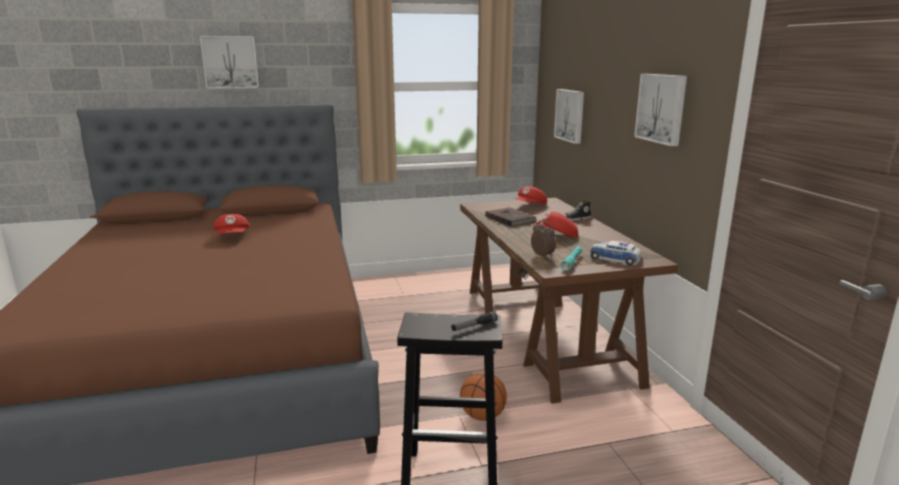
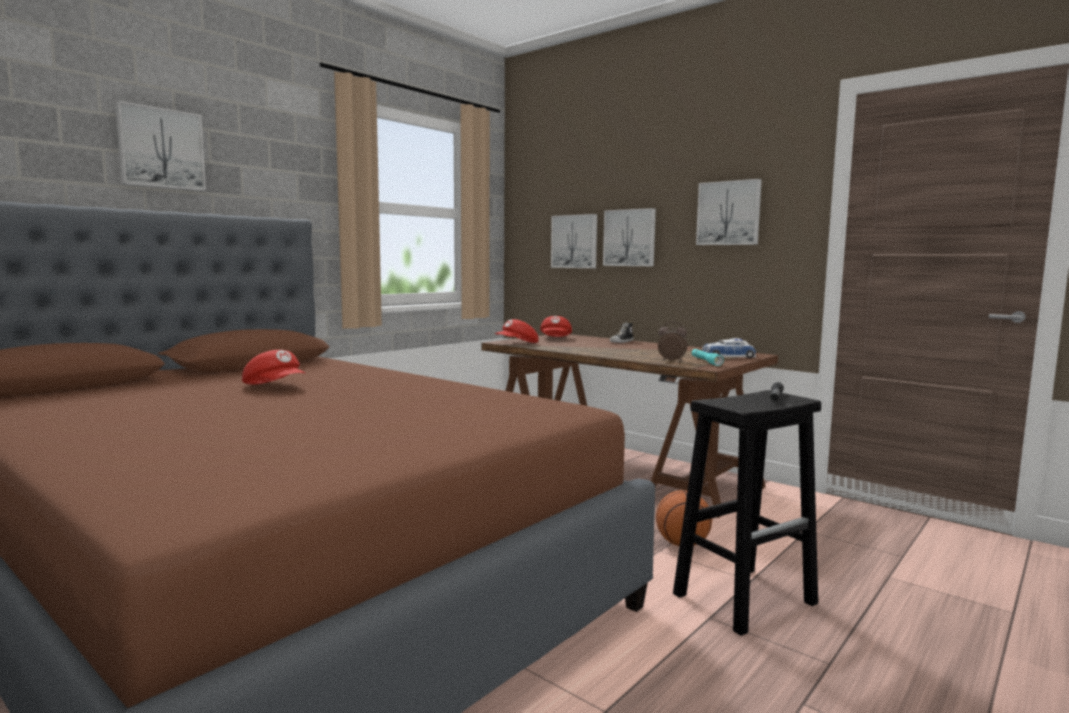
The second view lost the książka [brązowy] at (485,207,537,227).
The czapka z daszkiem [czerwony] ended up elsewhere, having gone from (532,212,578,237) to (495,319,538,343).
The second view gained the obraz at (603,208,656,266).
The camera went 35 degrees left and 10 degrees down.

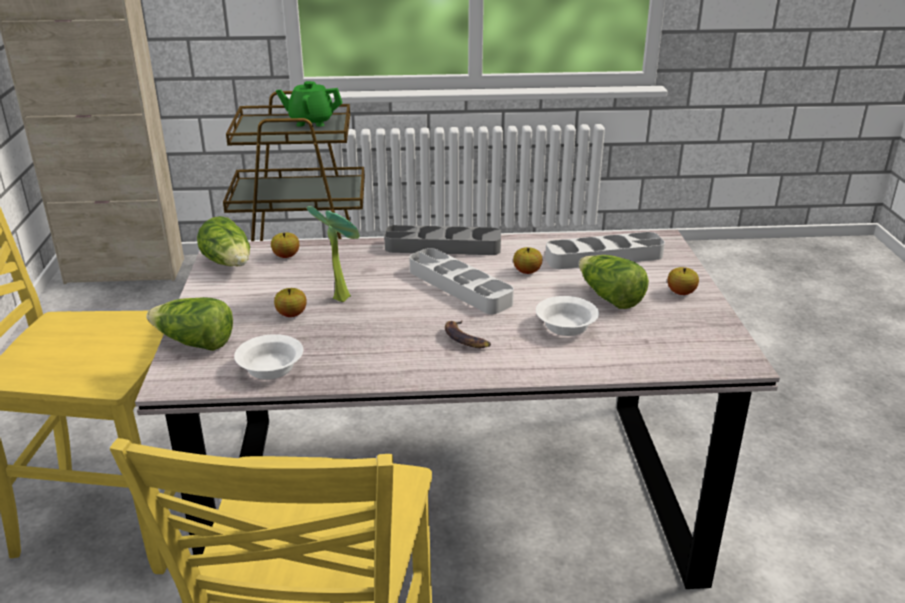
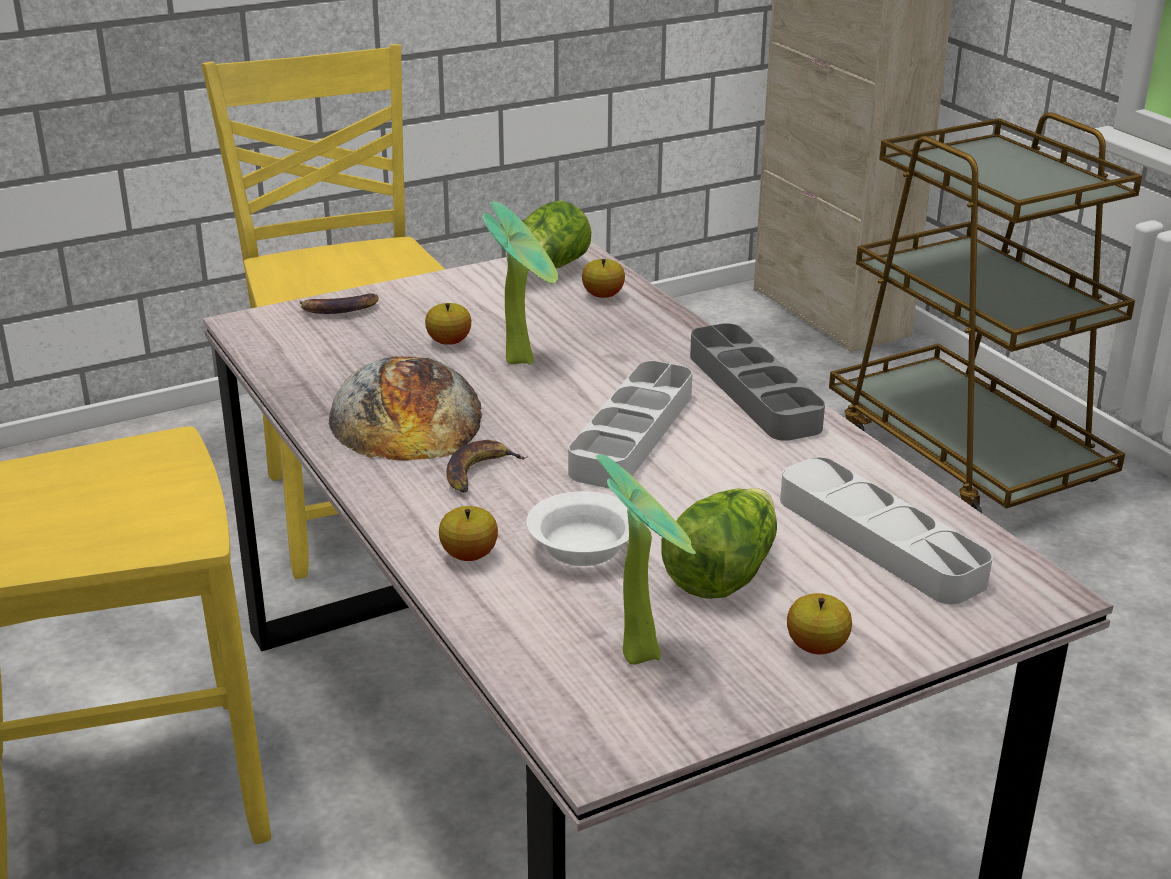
The second view lost the imbryk [zielony] at (276,81,342,127).
The jabłko ended up elsewhere, having gone from (513,247,543,274) to (439,506,498,561).
Where the sałata stood at (146,297,233,351), the banan came to stand at (300,293,379,314).
The second view lost the miska [biały] at (234,334,303,380).
The second view gained the chleb at (328,356,482,461).
The second view gained the roślina doniczkowa at (596,454,696,665).
The camera went 65 degrees right and 0 degrees up.

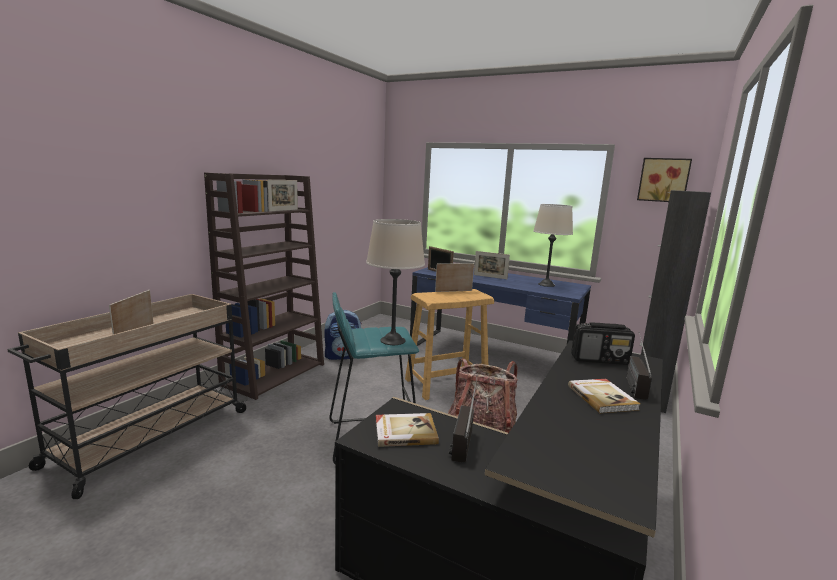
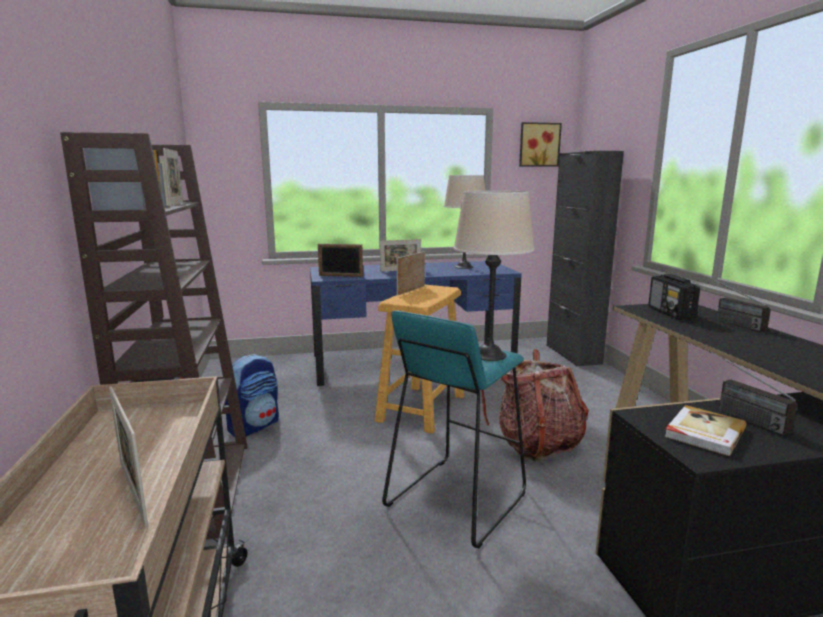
The radio at (571,322,635,365) ended up facing another way, 120 degrees clockwise from before.
The second view lost the książka at (568,379,640,413).
The camera went 40 degrees left and 0 degrees up.

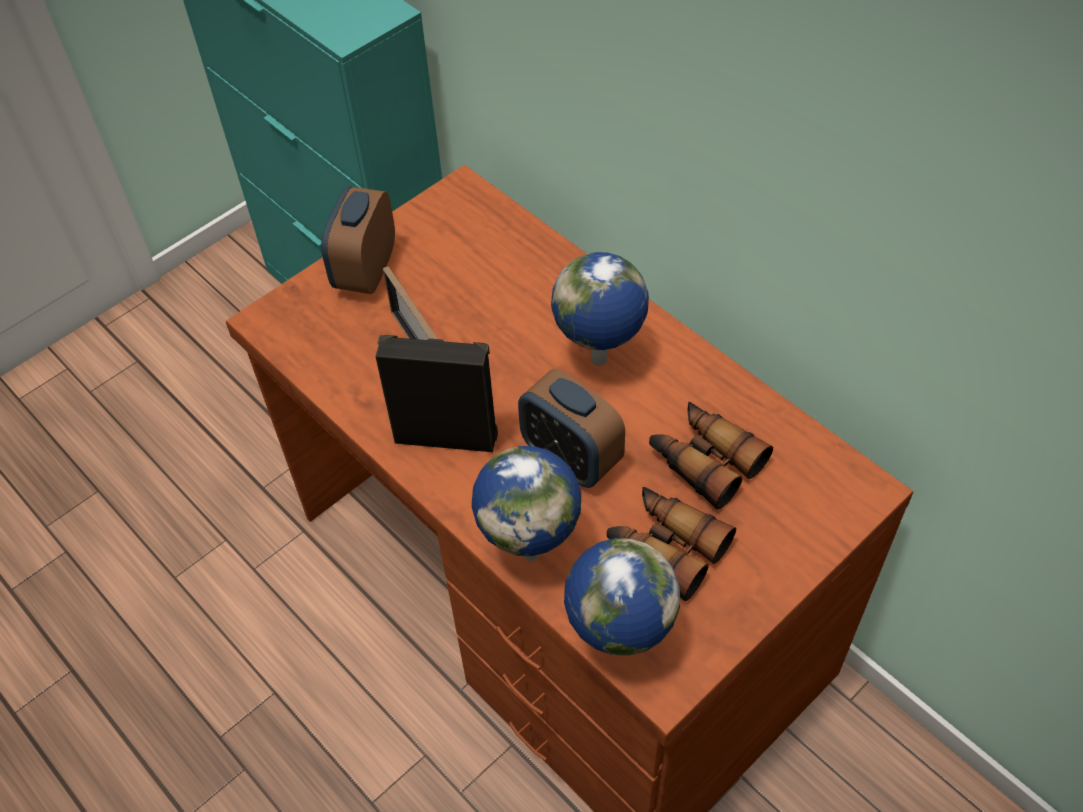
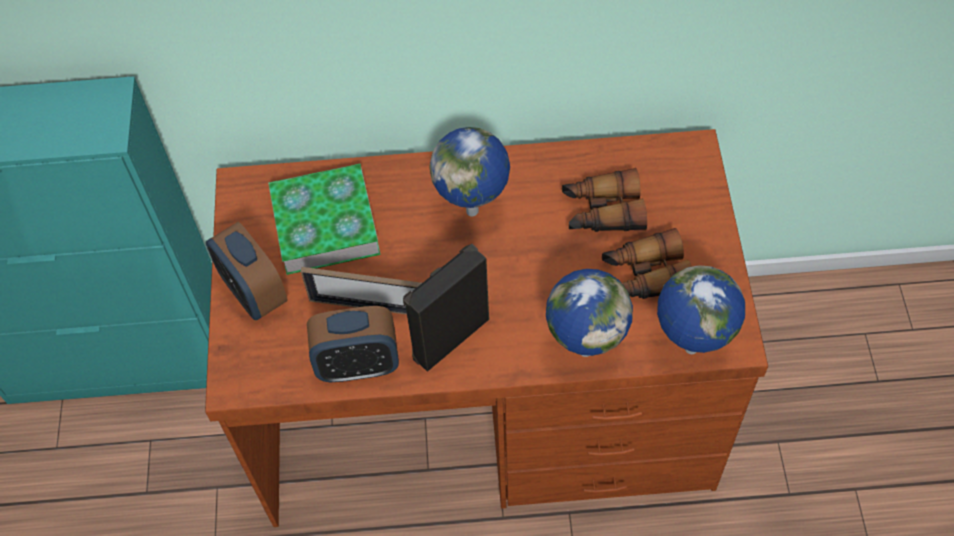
The budzik ended up elsewhere, having gone from (518,369,625,488) to (307,306,399,382).
The second view gained the książka at (268,164,381,275).
The camera went 50 degrees left and 5 degrees up.

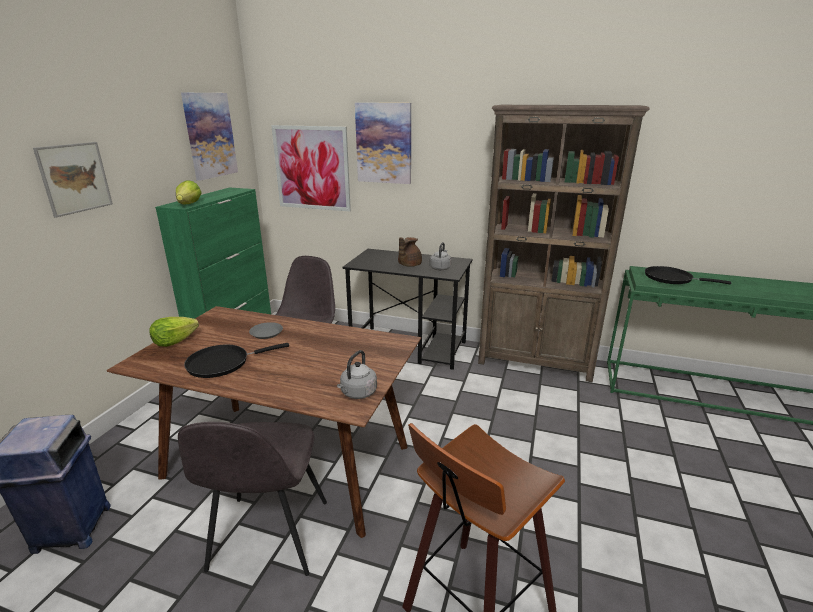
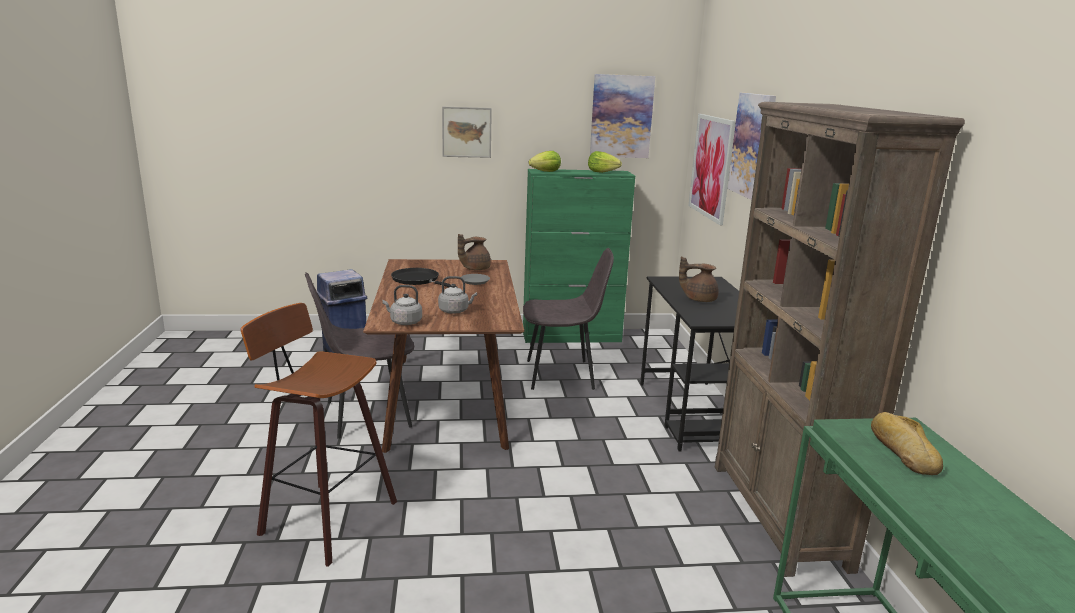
The czajnik [szary] ended up elsewhere, having gone from (430,242,451,270) to (438,276,477,314).
Where the patelnia [czarny] stood at (645,266,731,285), the chleb came to stand at (871,412,943,475).
The sałata ended up elsewhere, having gone from (149,317,199,347) to (588,151,622,173).
The second view gained the imbryk [brązowy] at (458,234,491,270).
The camera went 65 degrees right and 5 degrees down.

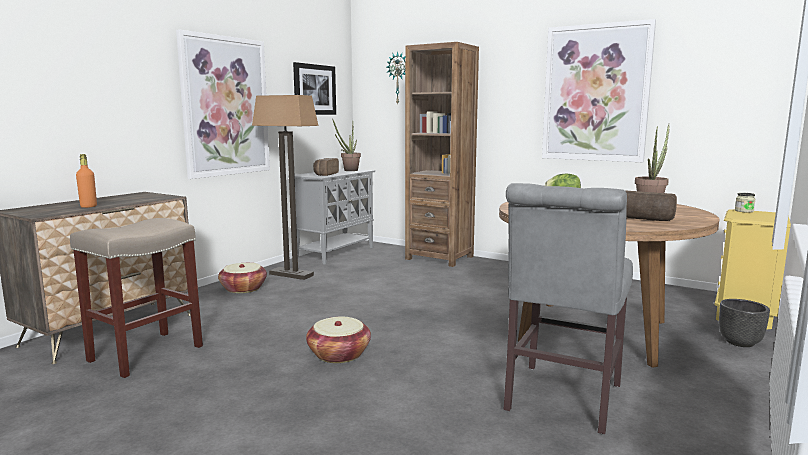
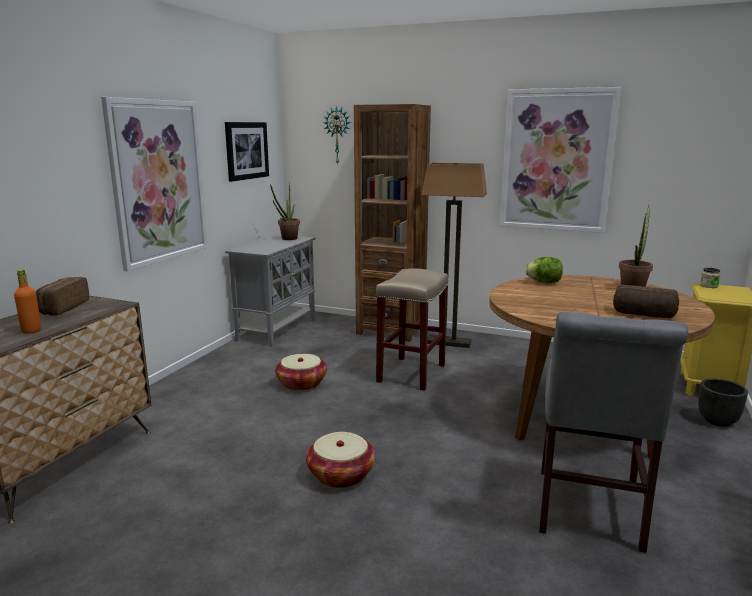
The lampa stojąca ended up elsewhere, having gone from (252,95,319,280) to (422,163,487,348).
The chleb ended up elsewhere, having gone from (313,158,339,176) to (36,277,89,316).
The stołek [beżowy] ended up elsewhere, having gone from (70,218,203,378) to (376,268,448,391).
The koszyk ended up elsewhere, having gone from (218,263,267,293) to (275,354,327,391).
The camera went 10 degrees left and 5 degrees up.

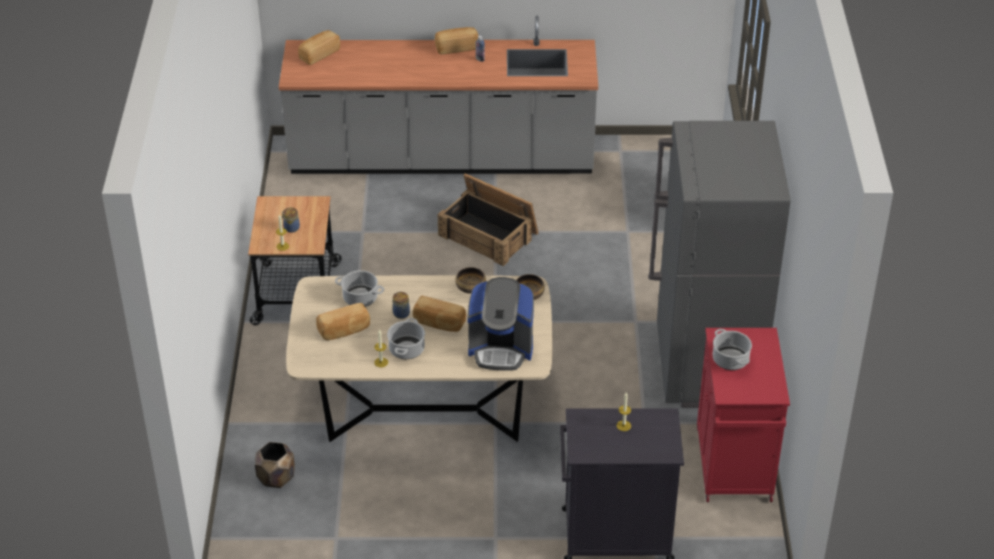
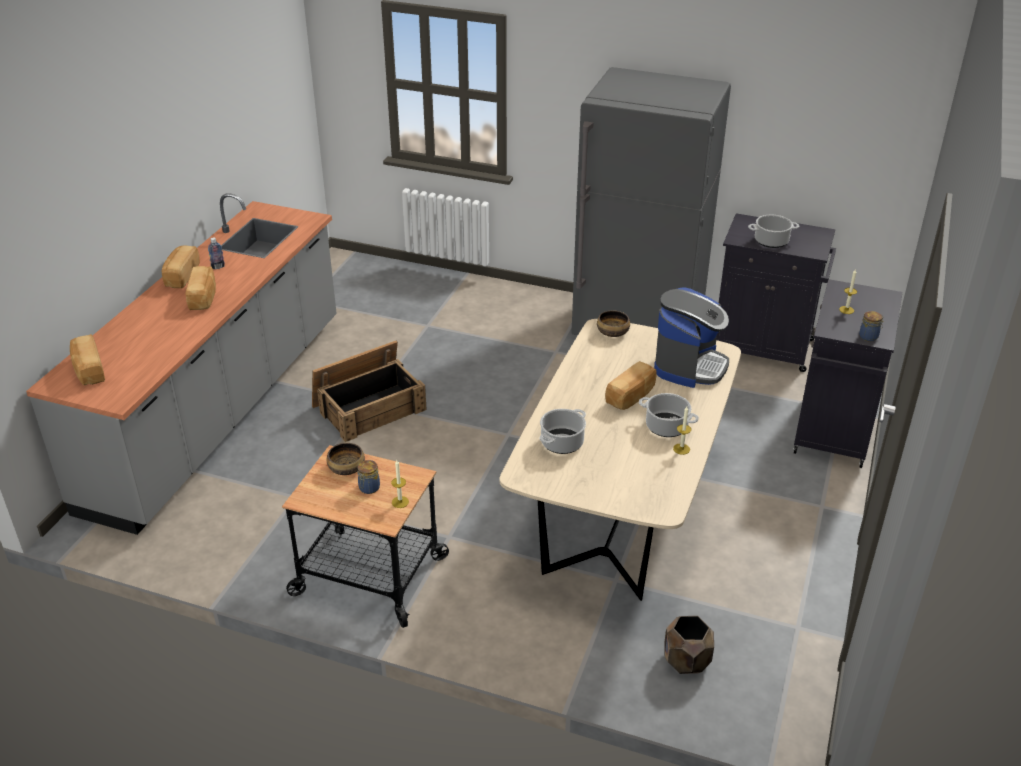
The miska ended up elsewhere, having gone from (455,267,486,294) to (327,443,365,475).
The słoik ended up elsewhere, having gone from (393,292,410,319) to (859,311,884,342).
The chleb ended up elsewhere, having gone from (316,303,370,340) to (185,266,216,310).
What was the szafka [czerwony] at (697,328,790,502) turned into the szafka [czarny] at (716,214,836,372).
The camera went 70 degrees left and 5 degrees down.

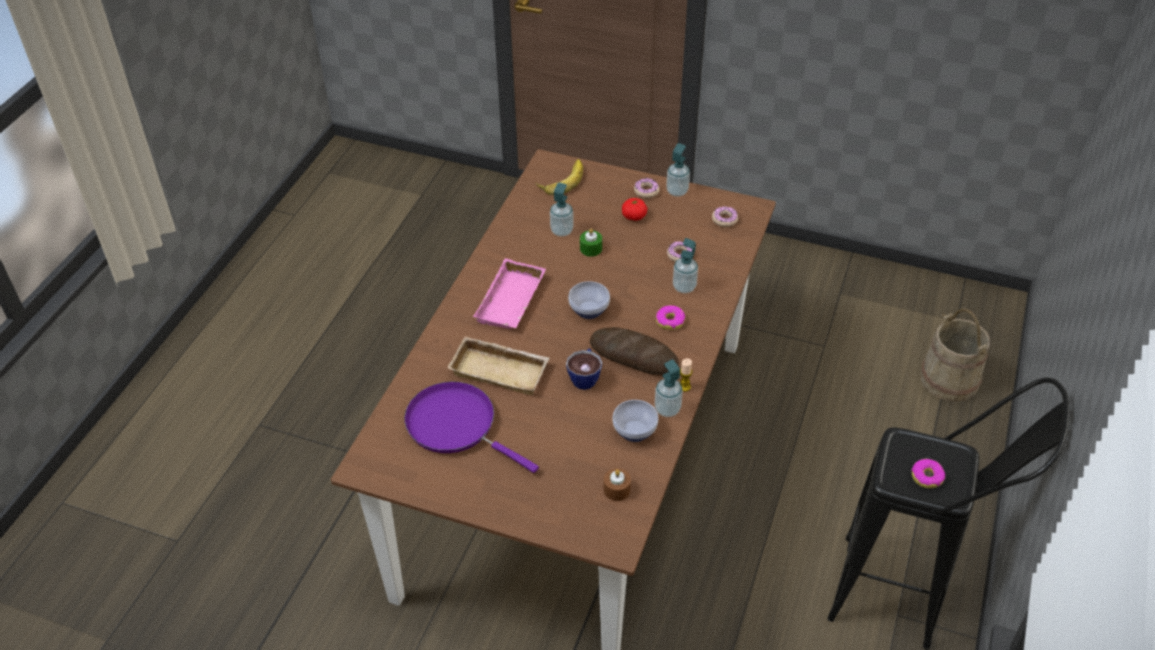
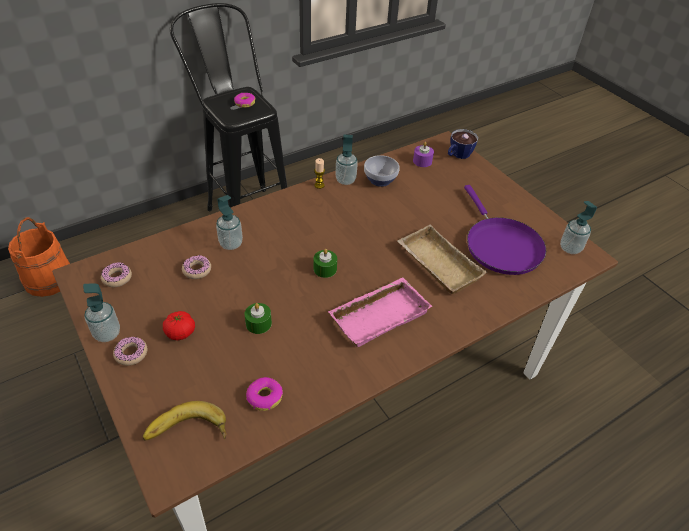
The dozownik mydła ended up elsewhere, having gone from (550,183,574,237) to (560,201,597,254).
Where the miska stood at (568,281,610,319), the świeca [zielony] came to stand at (313,249,337,278).
The donut ended up elsewhere, having gone from (656,305,685,330) to (246,377,283,411).
What was the wiadro [beżowy] at (920,308,990,402) turned into the wiadro [pomarańczowy] at (8,217,70,297).
The second view lost the chleb at (590,327,679,375).
The filiżanka ended up elsewhere, having gone from (566,349,602,390) to (448,129,478,159).
What was the świeca [brązowy] at (604,468,631,501) turned into the świeca [fioletowy] at (413,142,434,167).
The camera went 145 degrees left and 0 degrees up.

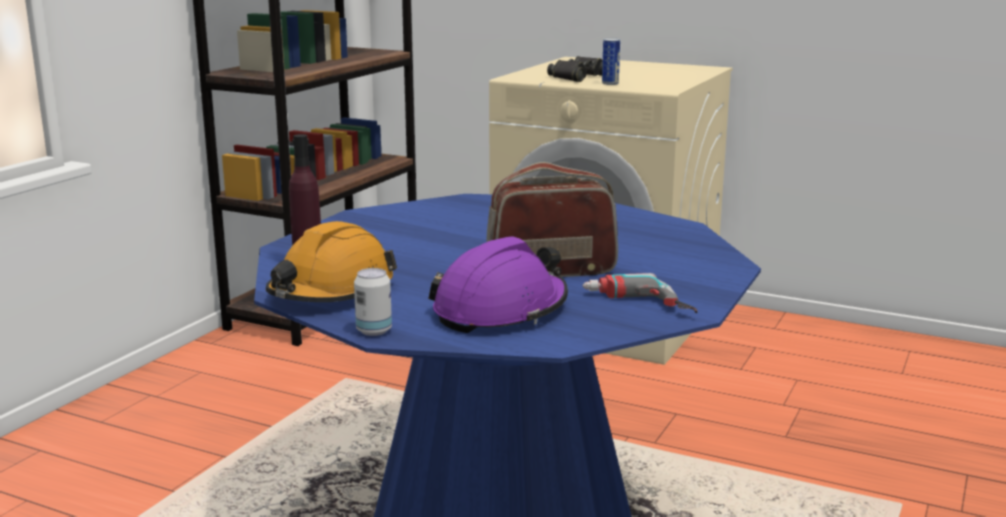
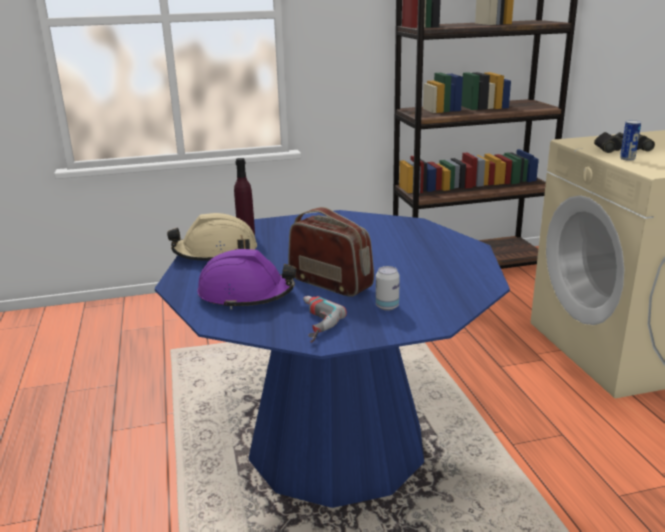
What was the kask [pomarańczowy] at (266,221,397,302) turned into the kask [beżowy] at (167,213,257,261).
The puszka ended up elsewhere, having gone from (354,268,392,336) to (376,266,400,311).
The camera went 50 degrees right and 5 degrees up.

